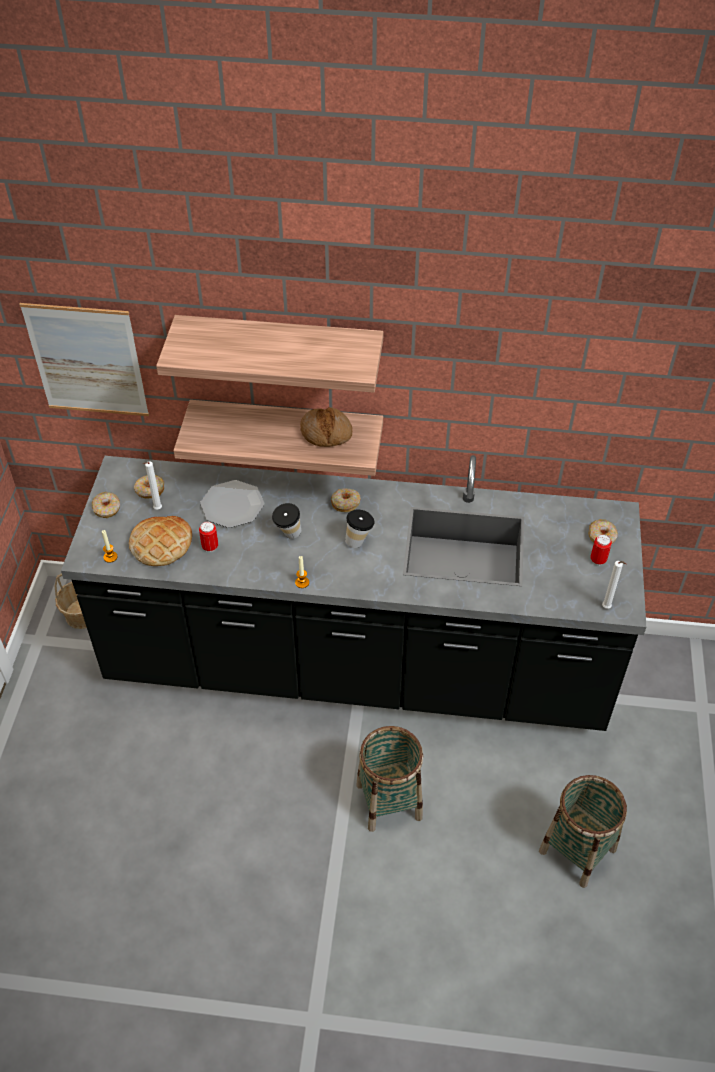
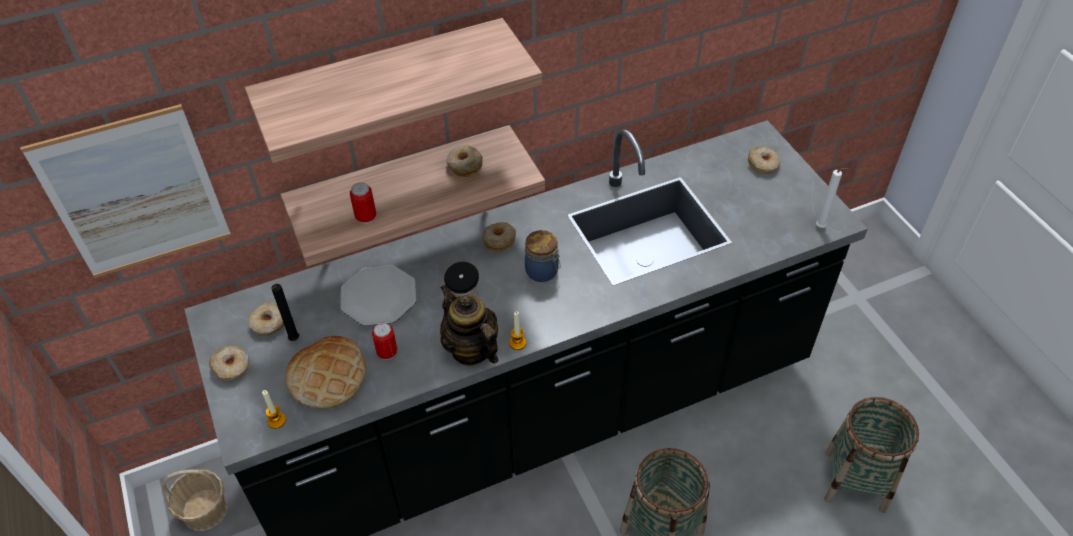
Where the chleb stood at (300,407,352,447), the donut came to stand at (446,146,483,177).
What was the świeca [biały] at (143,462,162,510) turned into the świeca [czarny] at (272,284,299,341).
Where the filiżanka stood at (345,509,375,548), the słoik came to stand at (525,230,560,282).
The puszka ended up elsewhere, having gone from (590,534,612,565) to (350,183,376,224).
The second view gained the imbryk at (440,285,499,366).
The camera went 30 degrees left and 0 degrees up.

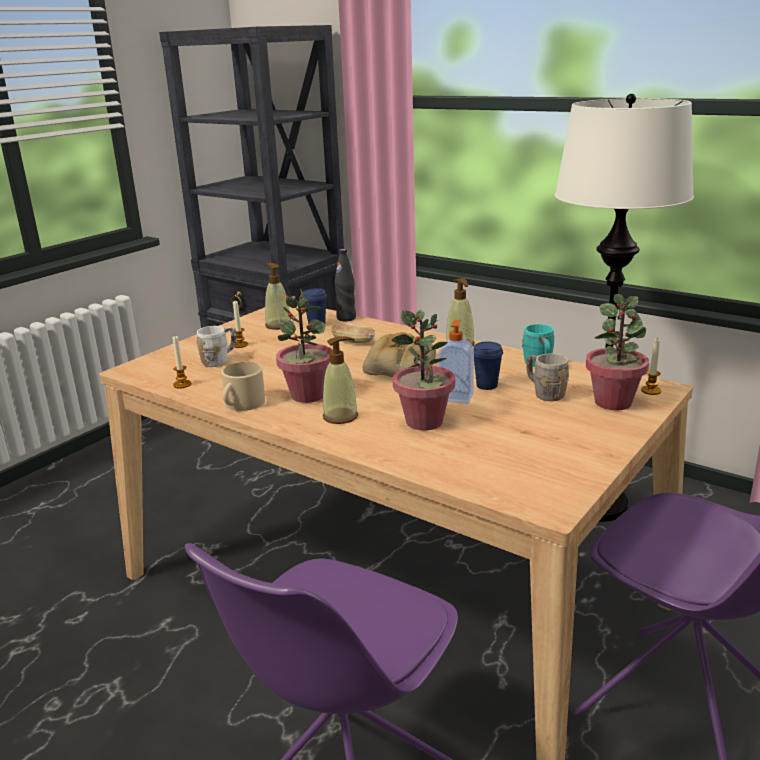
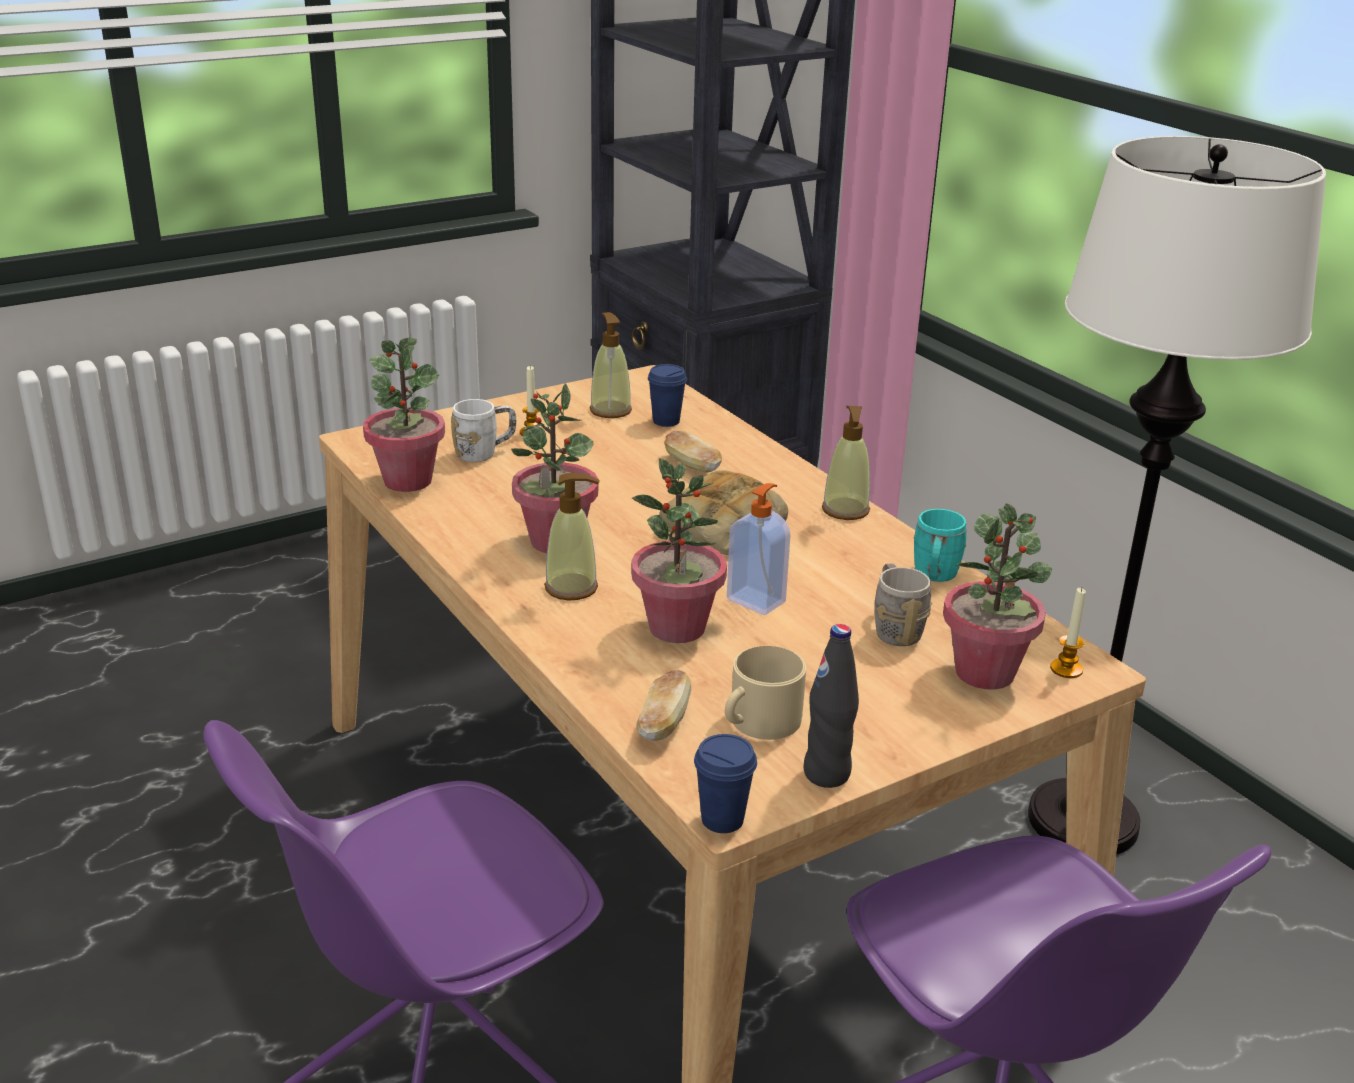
The butelka [czarny] ended up elsewhere, having gone from (334,249,356,321) to (803,624,859,788).
Where the świeca stood at (173,336,191,388), the roślina doniczkowa came to stand at (363,338,445,492).
The filiżanka [niebieski] ended up elsewhere, having gone from (474,342,503,390) to (694,734,757,833).
The kubek [beżowy] ended up elsewhere, having gone from (221,362,265,411) to (725,646,806,740).
The second view gained the chleb at (636,670,691,741).
The camera went 20 degrees right and 5 degrees up.

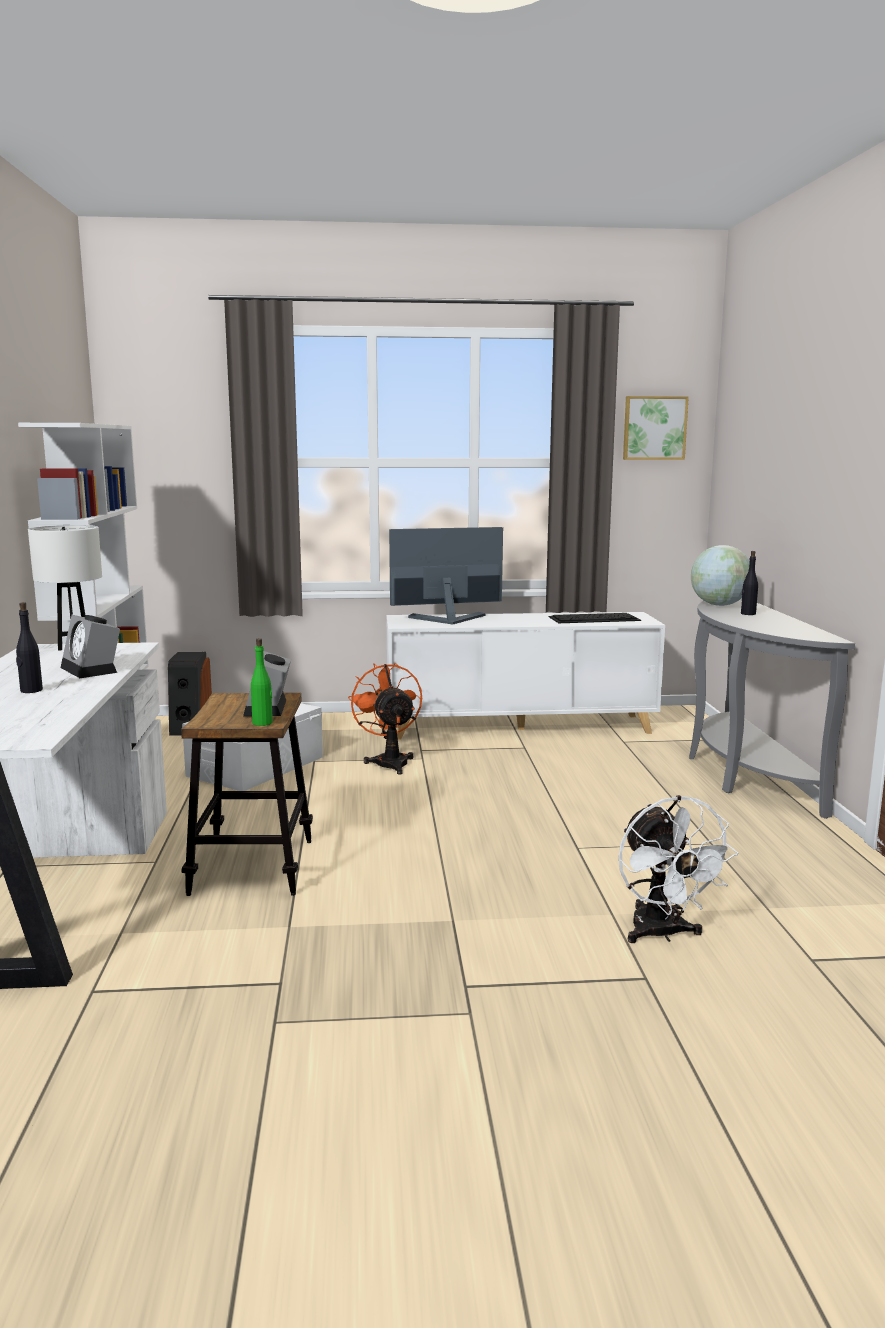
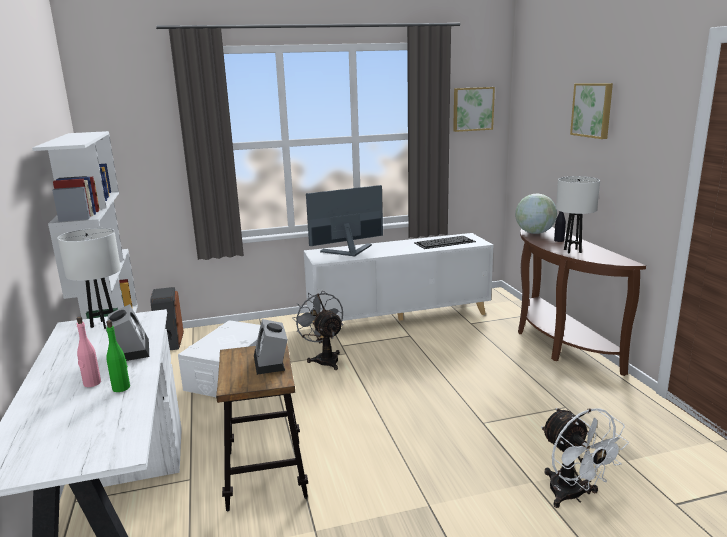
What was the stolik konsolowy [szary] at (689,599,855,819) turned into the stolik konsolowy [brązowy] at (518,227,646,376).
What was the butelka [czarny] at (16,602,43,693) turned into the butelka [różowy] at (76,317,101,387).
The budzik at (61,615,120,678) ended up facing another way, 150 degrees counterclockwise from before.
The butelka [zielony] ended up elsewhere, having gone from (251,638,273,726) to (106,320,130,392).
What was the wentylator [pomarańczowy] at (348,663,422,775) turned into the wentylator [szary] at (292,291,343,370).
The second view gained the obraz at (570,83,613,139).
The second view gained the lampa stołowa [biały] at (556,176,600,253).
The camera went 10 degrees left and 5 degrees up.

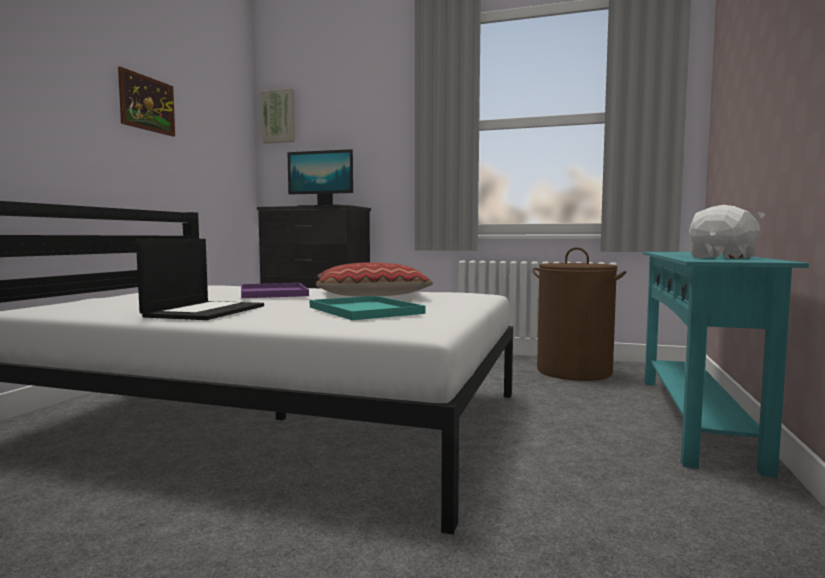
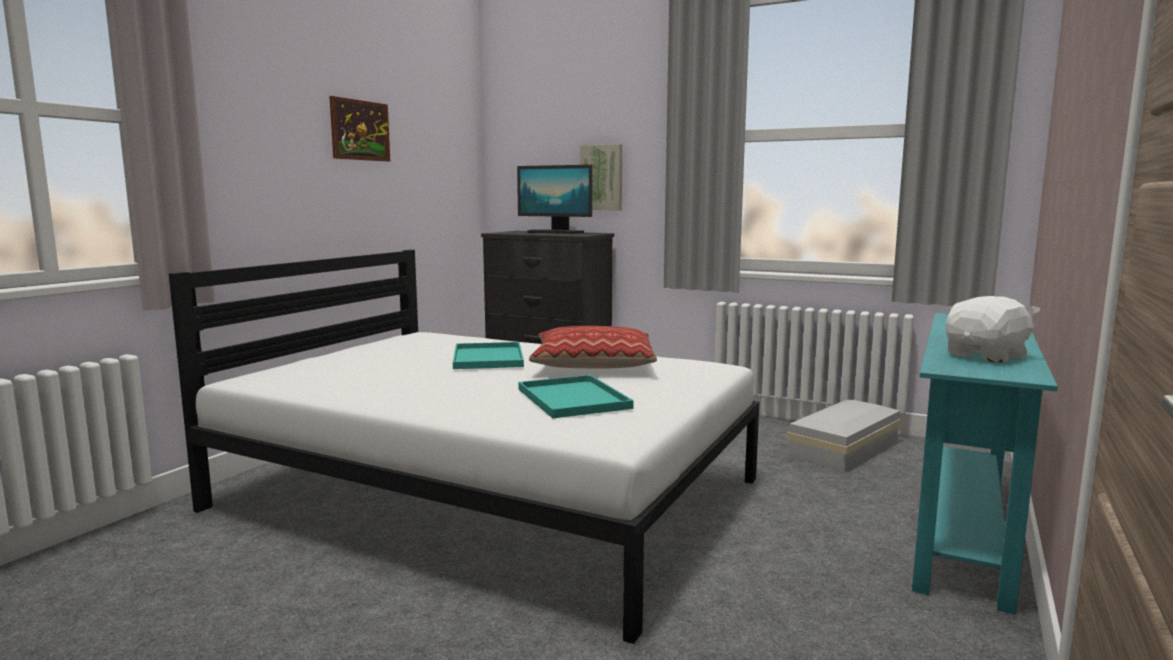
The obraz ended up elsewhere, having gone from (261,88,295,143) to (581,144,622,210).
The second view lost the laptop at (136,239,264,320).
Where the kosz na pranie [brązowy] stood at (532,247,627,381), the pojemnik do przechowywania [biały] came to stand at (787,400,901,473).
What was the taca [fioletowy] at (241,283,309,298) turned into the taca [turkusowy] at (453,342,524,369).
The camera went 10 degrees right and 5 degrees up.

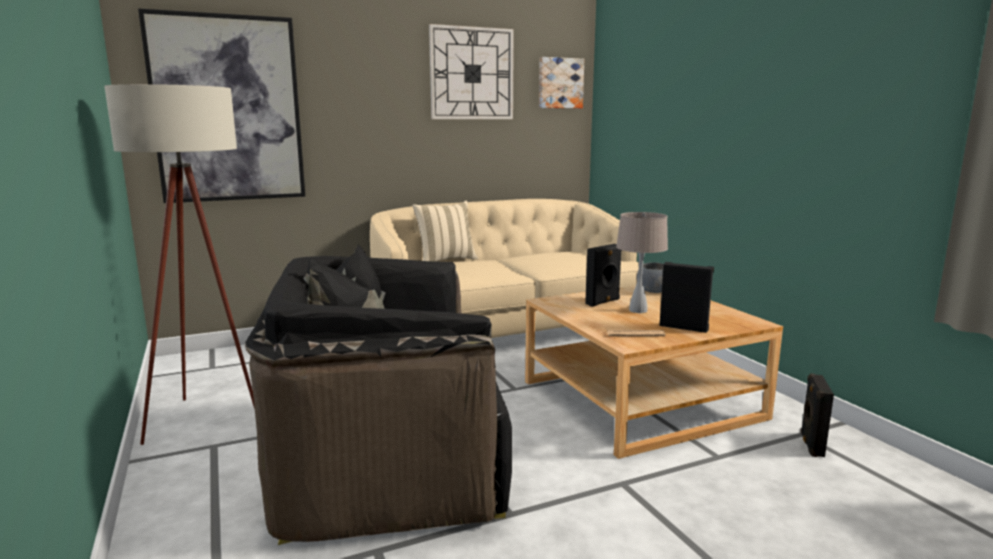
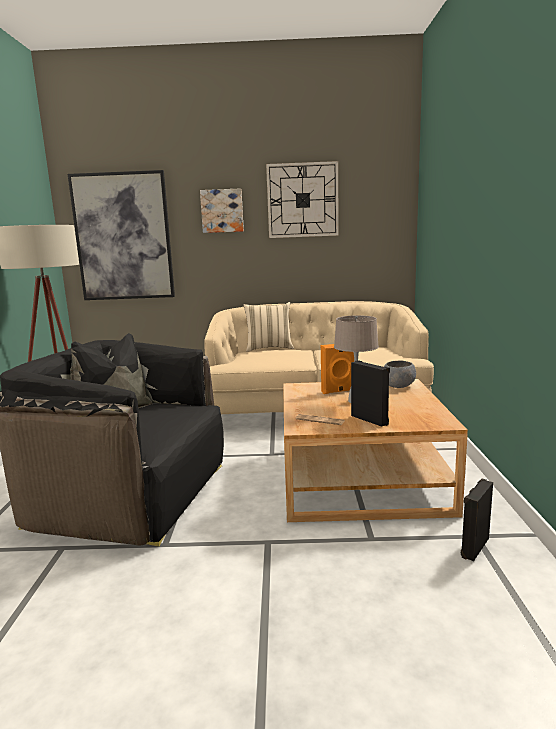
The obraz ended up elsewhere, having gone from (539,57,584,108) to (200,188,244,233).
What was the głośnik [czarny] at (585,244,622,307) turned into the głośnik [pomarańczowy] at (321,344,354,394).
The camera went 25 degrees right and 0 degrees up.

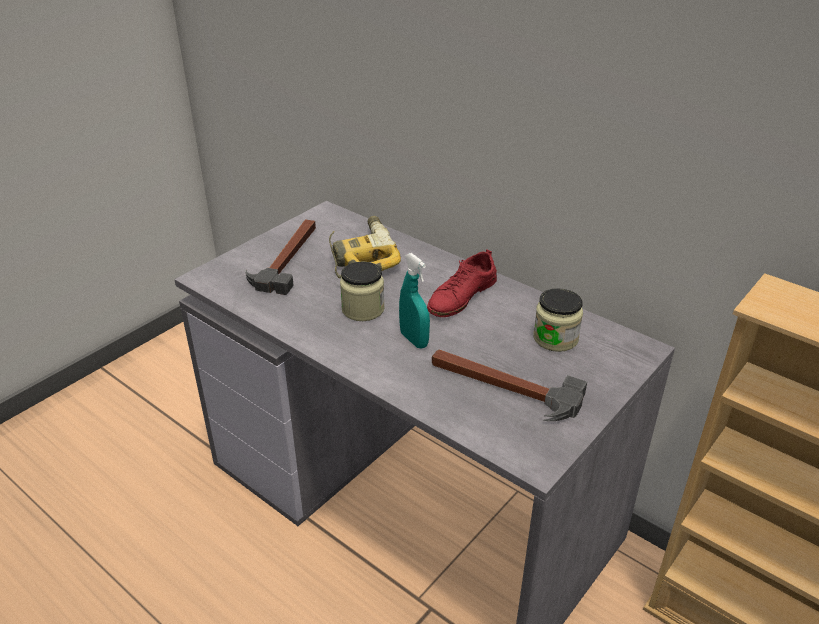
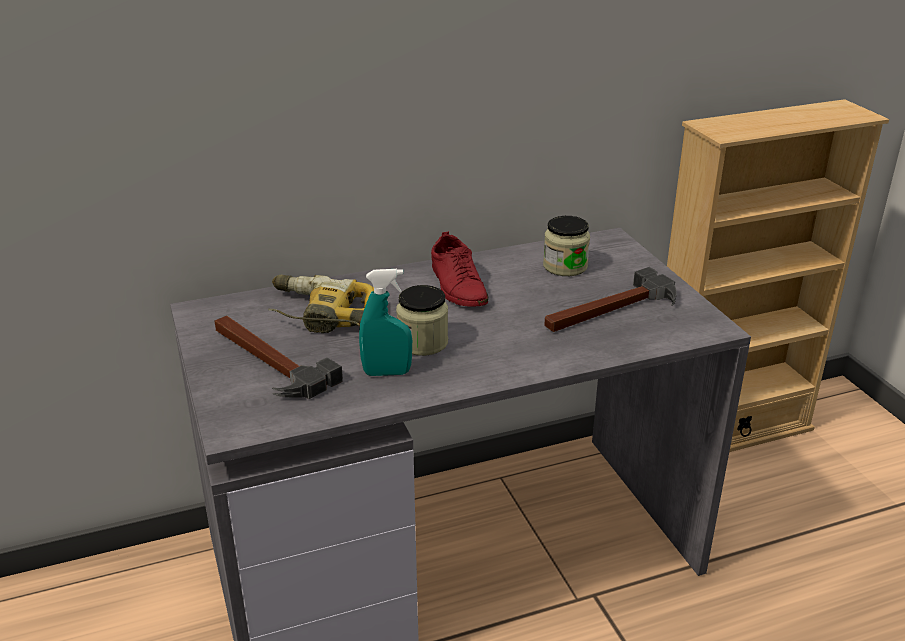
The spryskiwacz [turkusowy] ended up elsewhere, having gone from (399,253,430,348) to (359,269,412,376).
The camera went 60 degrees left and 5 degrees down.

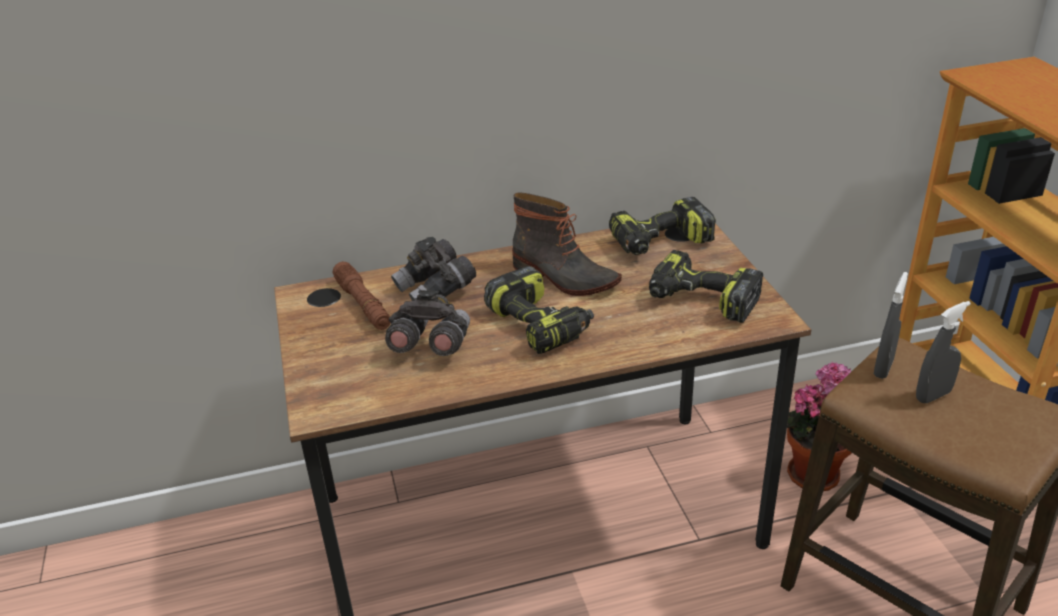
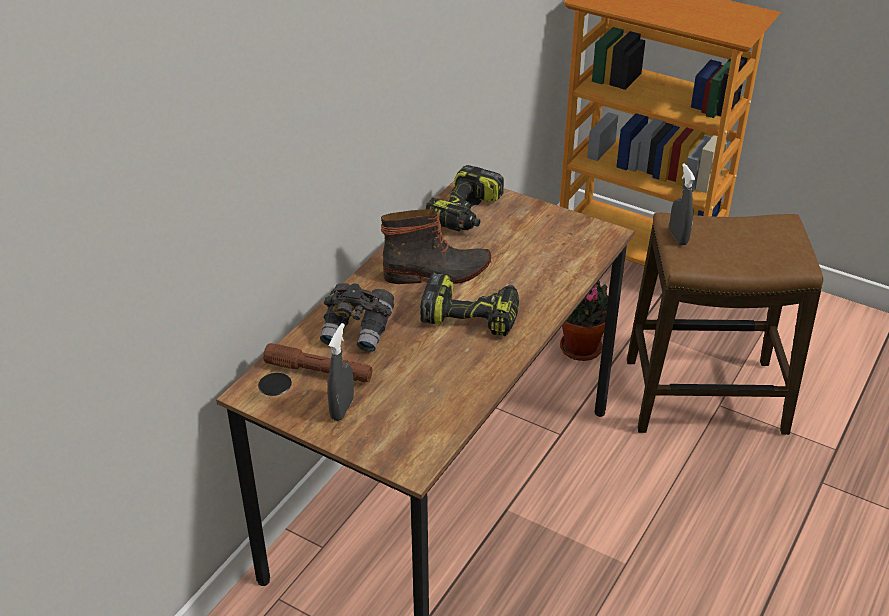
The second view lost the wiertarka at (649,250,763,323).
The second view lost the lornetka [szary] at (385,290,470,356).
The spryskiwacz [szary] ended up elsewhere, having gone from (916,301,971,403) to (327,323,354,421).
The camera went 45 degrees left and 5 degrees up.

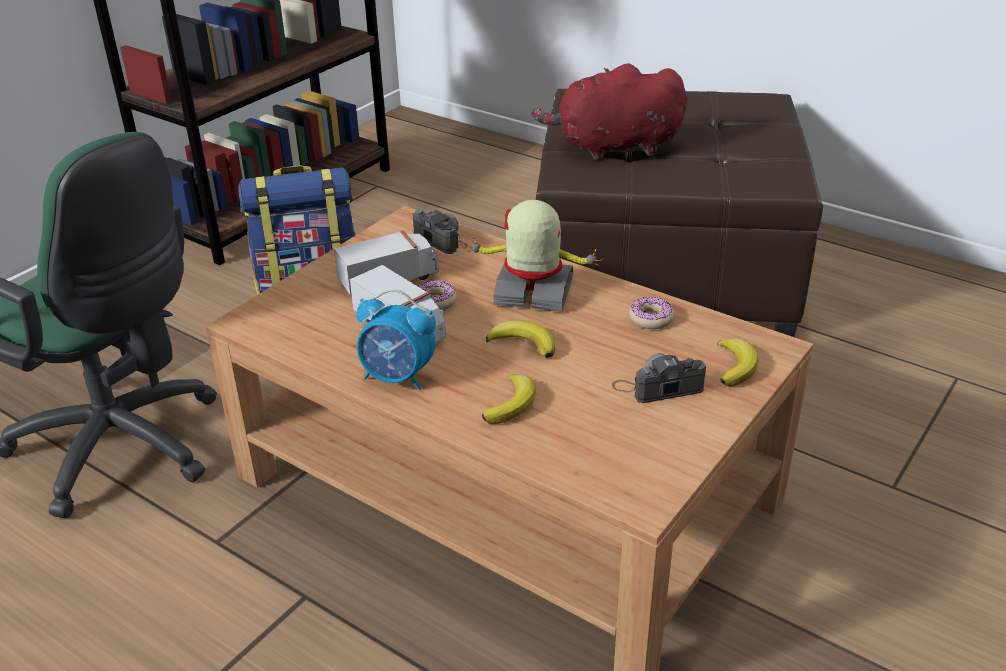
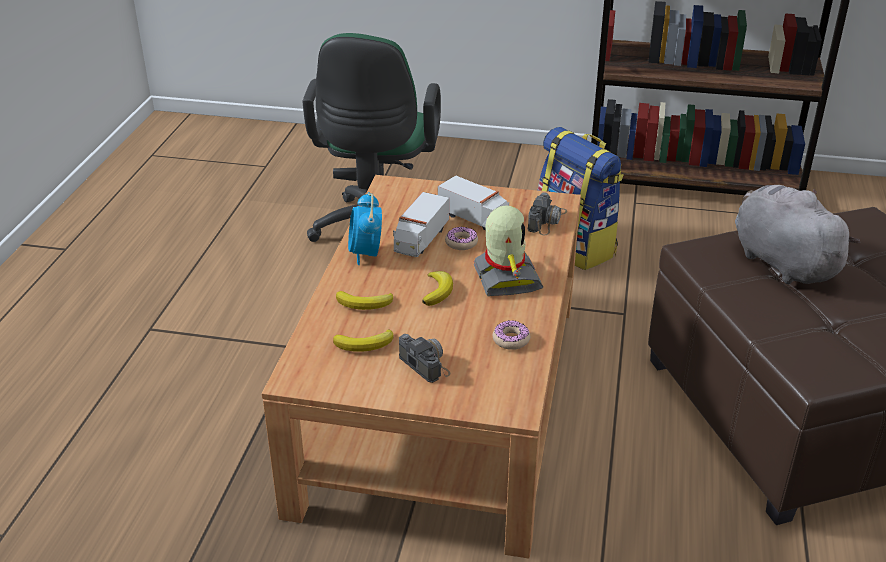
What was the pluszak [czerwony] at (531,63,687,160) turned into the pluszak [szary] at (735,185,860,284).
The banan ended up elsewhere, having gone from (717,338,758,387) to (333,329,393,351).
The camera went 65 degrees right and 0 degrees up.

